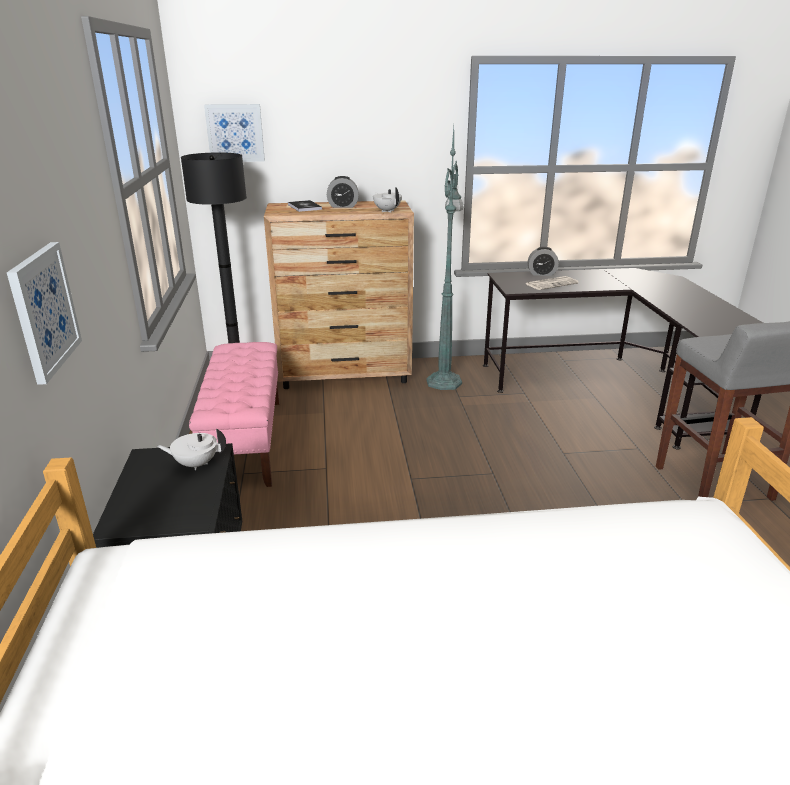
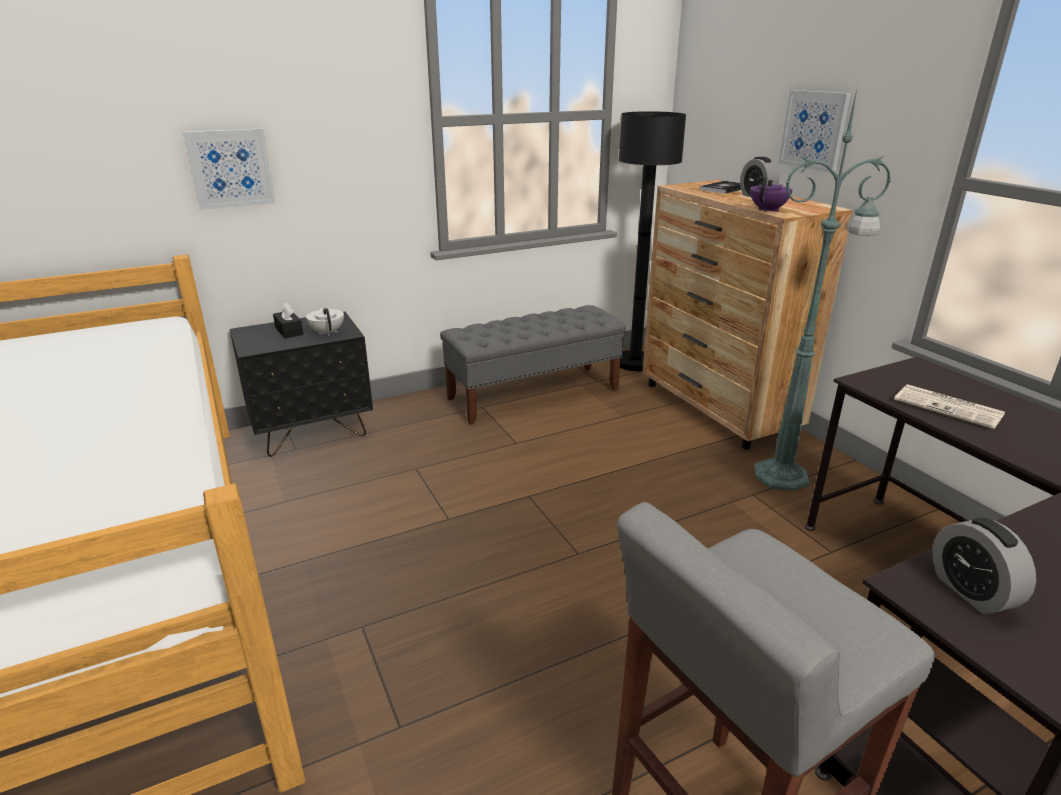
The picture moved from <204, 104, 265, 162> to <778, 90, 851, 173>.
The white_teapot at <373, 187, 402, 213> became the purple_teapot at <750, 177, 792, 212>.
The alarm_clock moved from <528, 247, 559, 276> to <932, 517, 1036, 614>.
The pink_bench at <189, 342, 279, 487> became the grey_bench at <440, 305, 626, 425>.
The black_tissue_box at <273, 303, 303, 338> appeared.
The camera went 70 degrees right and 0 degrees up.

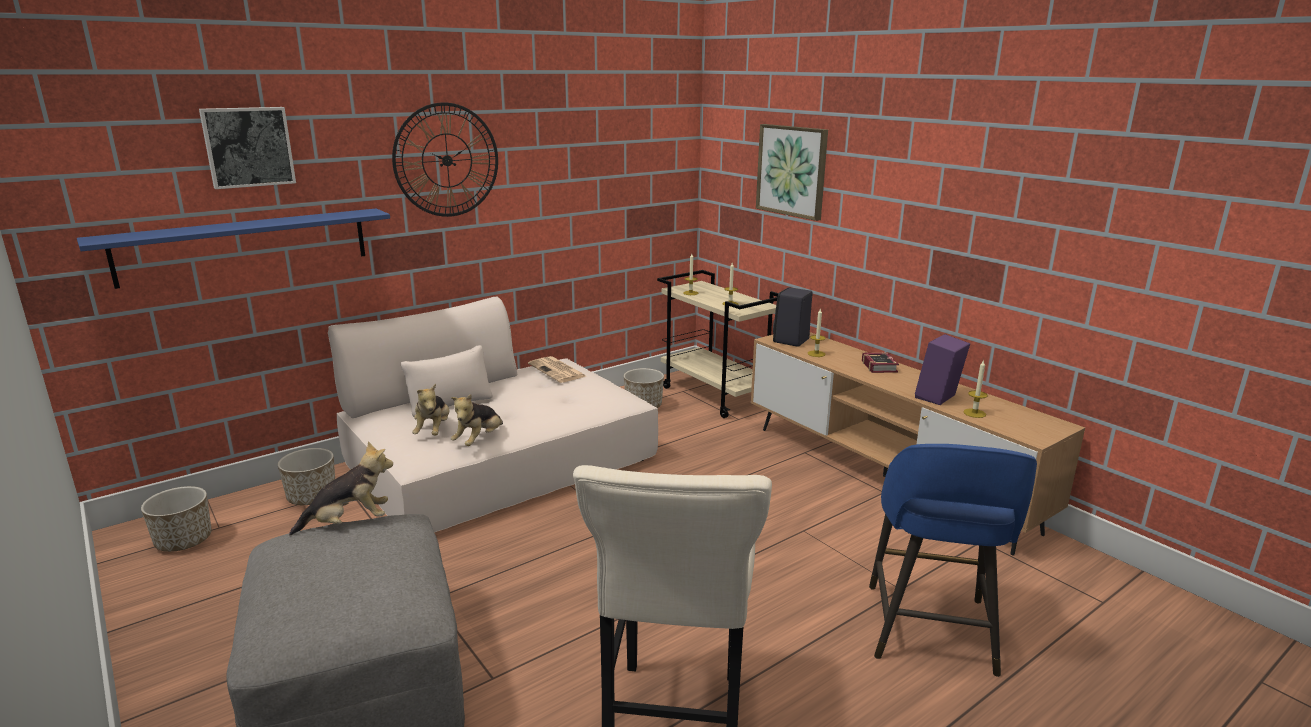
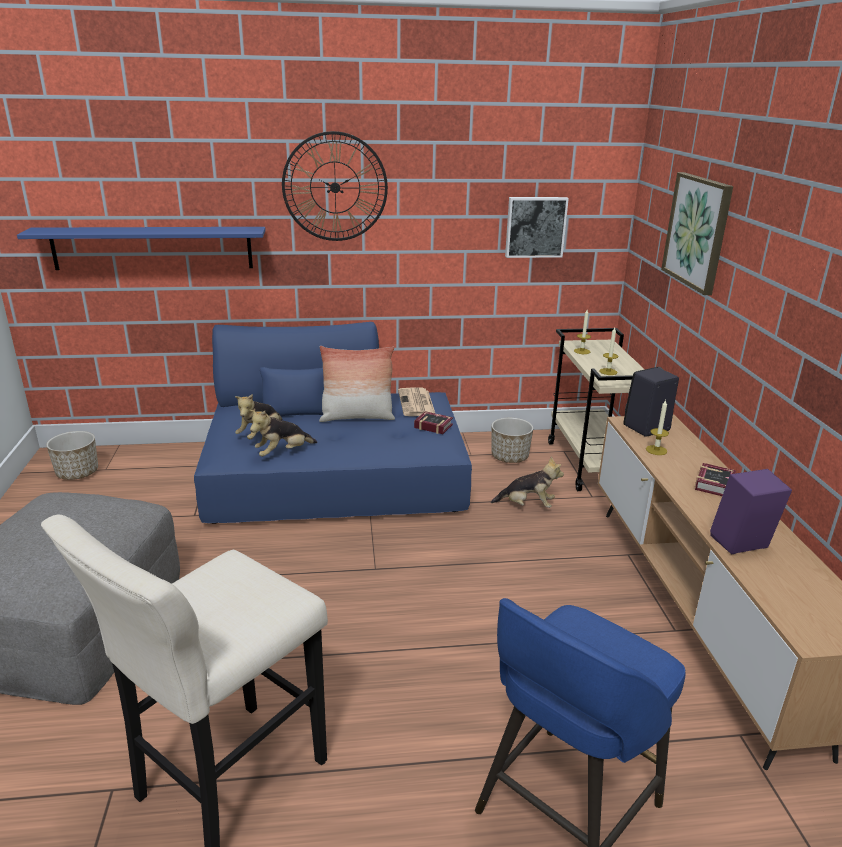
The picture moved from <199, 107, 296, 189> to <505, 197, 569, 258>.
The beige_sofa at <328, 297, 658, 532> became the blue_sofa at <194, 322, 472, 524>.
The candle at <963, 359, 988, 418> disappeared.
The plush_toy moved from <289, 441, 393, 535> to <491, 456, 564, 508>.
The planter at <278, 448, 335, 505> disappeared.
The pillow at <319, 346, 395, 422> appeared.
The book at <414, 411, 453, 434> appeared.
The camera went 30 degrees right and 5 degrees up.

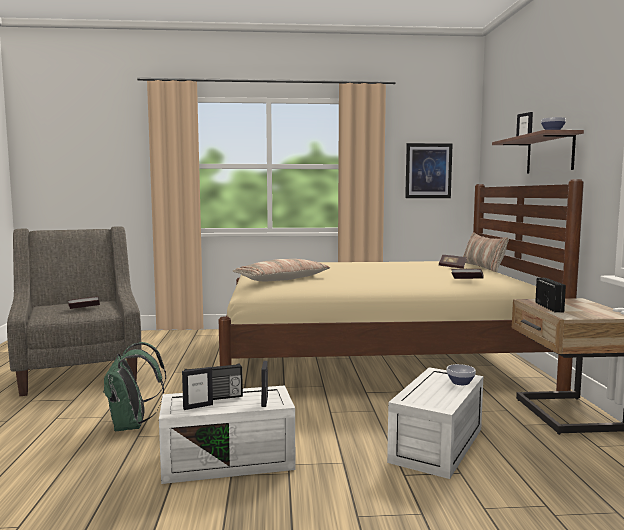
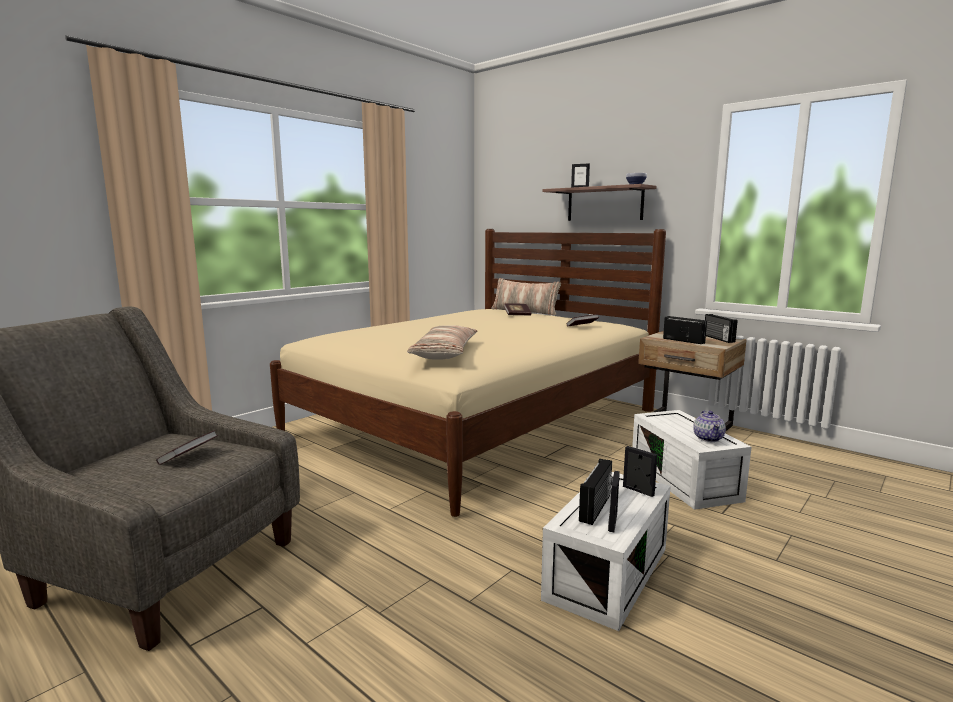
The picture at <405, 143, 453, 198> disappeared.
The green_backpack at <103, 342, 166, 431> disappeared.
The bowl at <447, 364, 476, 385> disappeared.
The radio at <705, 314, 737, 343> appeared.
The teapot at <693, 410, 726, 442> appeared.
The camera went 45 degrees left and 5 degrees up.

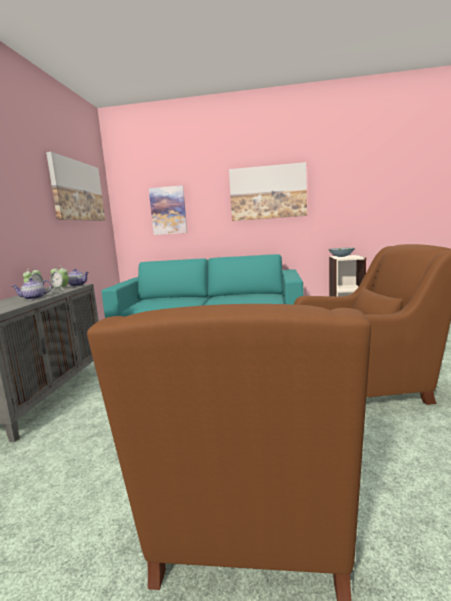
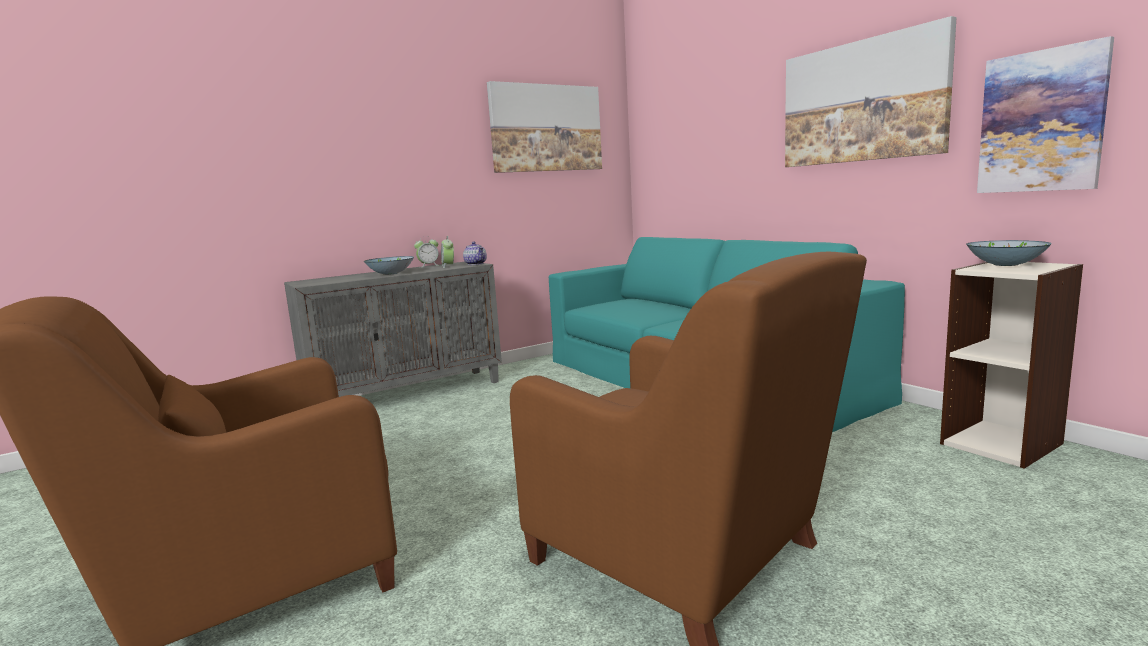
The picture moved from <149, 185, 187, 235> to <977, 36, 1114, 193>.
The teapot at <12, 278, 52, 300> was replaced by the bowl at <364, 256, 414, 275>.
The camera went 50 degrees right and 0 degrees up.

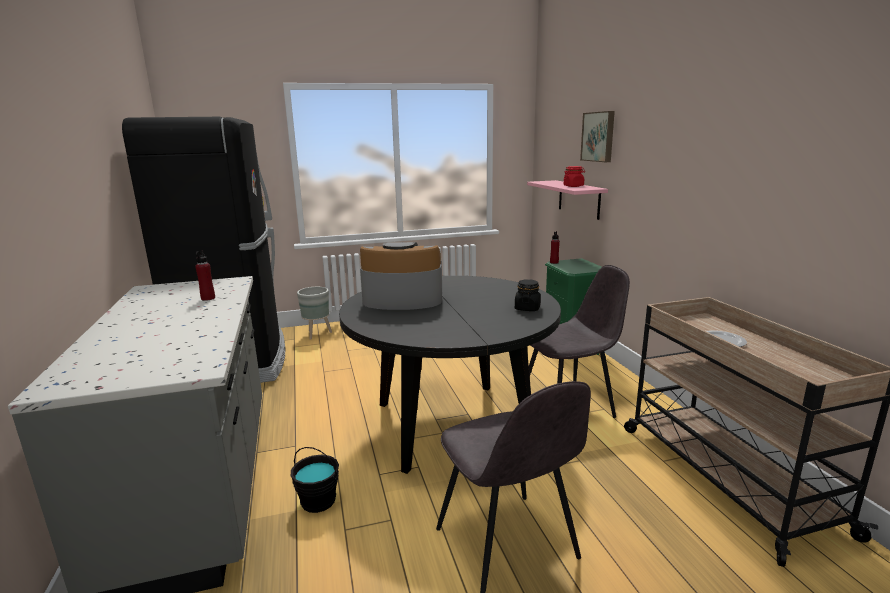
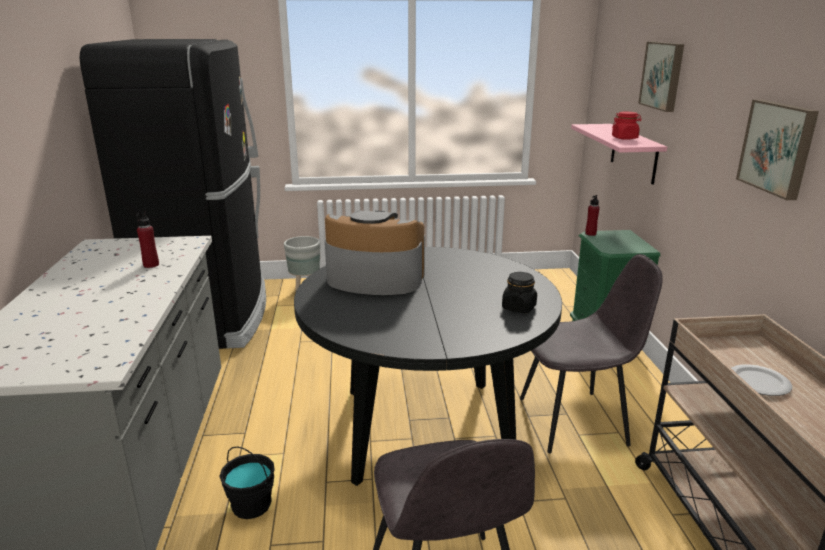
The picture at <736, 99, 819, 200> appeared.
The camera went 10 degrees right and 5 degrees up.

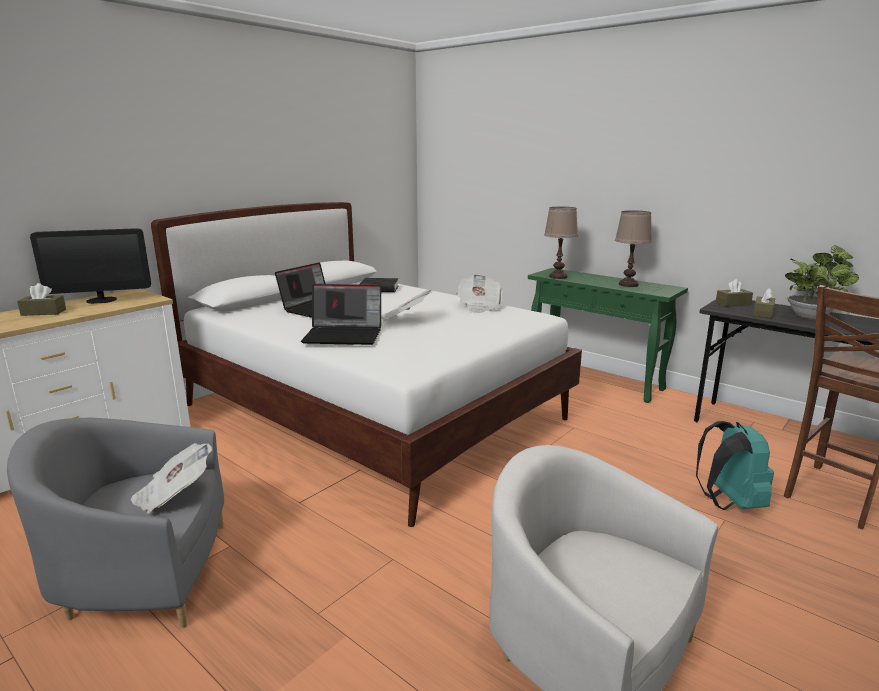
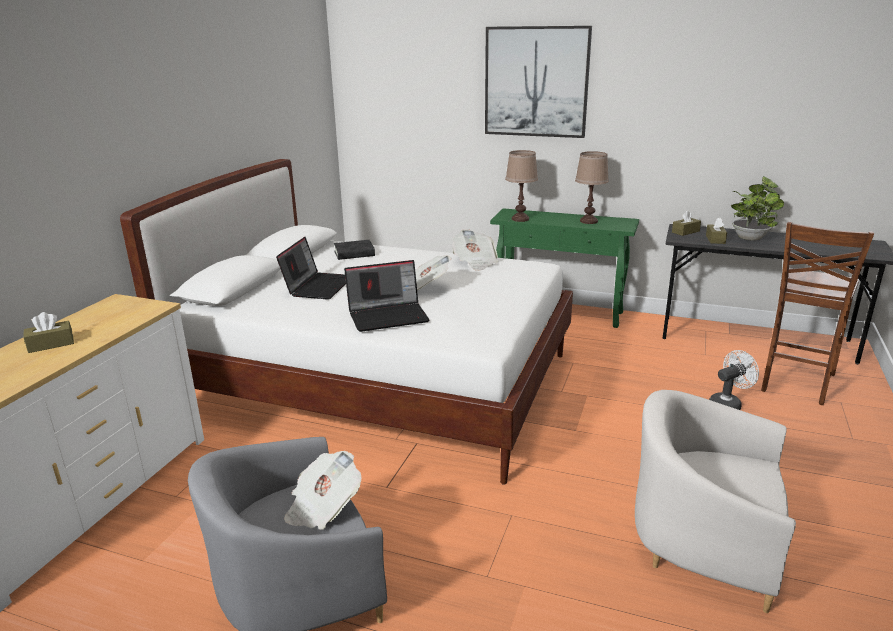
The monitor at <30, 228, 151, 304> disappeared.
The turquoise_backpack at <696, 421, 774, 510> was replaced by the white_fan at <709, 350, 759, 410>.
The picture at <485, 26, 592, 138> appeared.
The camera went 20 degrees left and 5 degrees up.

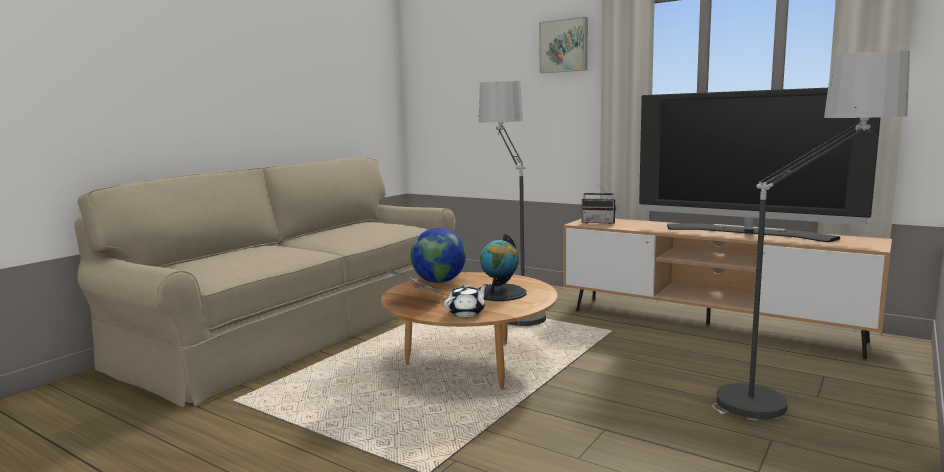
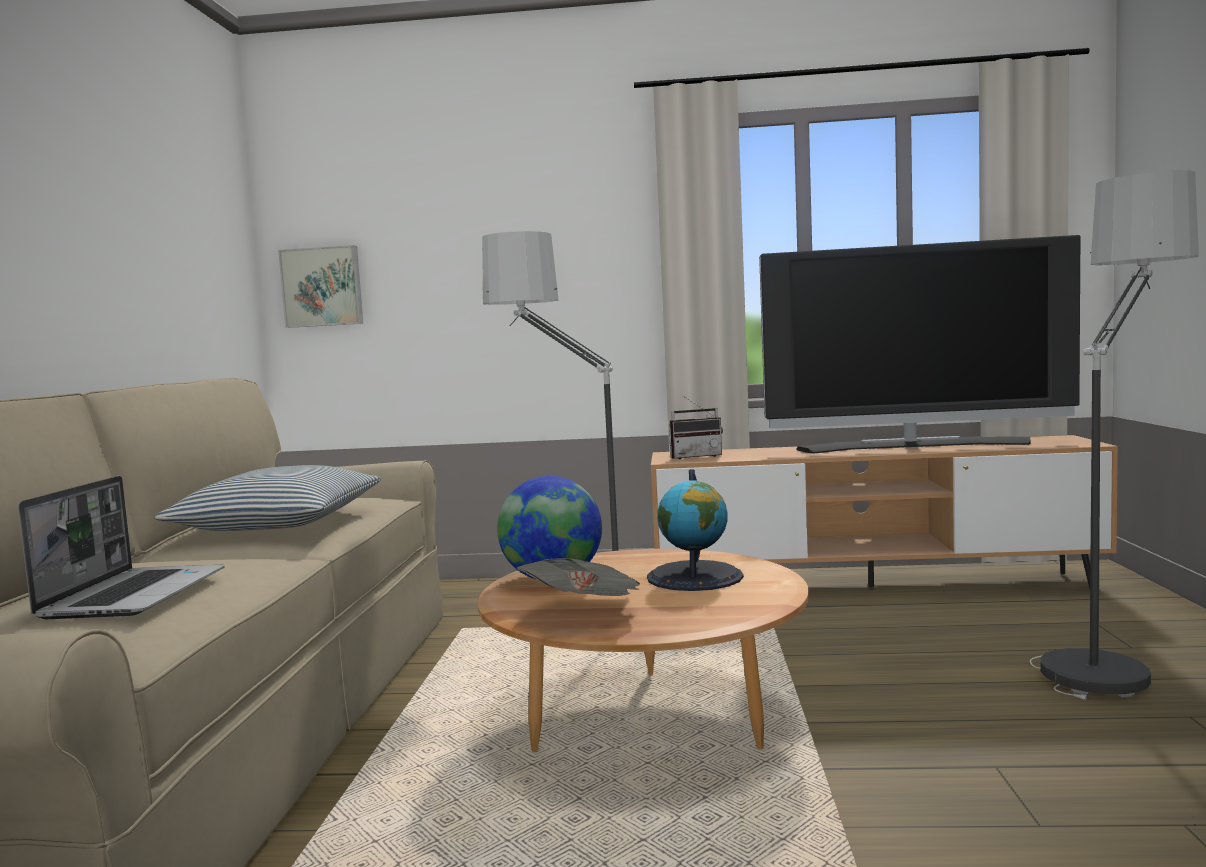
The picture moved from <539, 17, 588, 73> to <278, 245, 363, 328>.
The white_teapot at <444, 284, 487, 317> disappeared.
The pillow at <155, 465, 381, 531> appeared.
The laptop at <18, 476, 225, 619> appeared.
The camera went 30 degrees left and 5 degrees down.

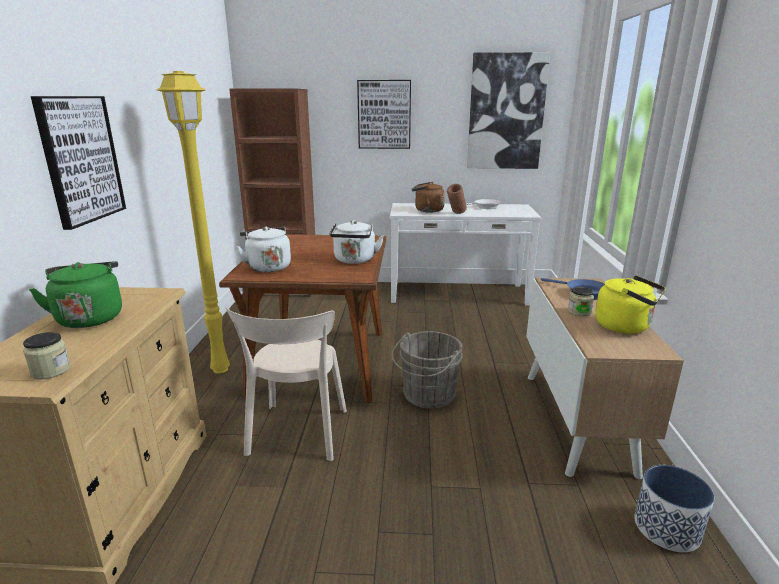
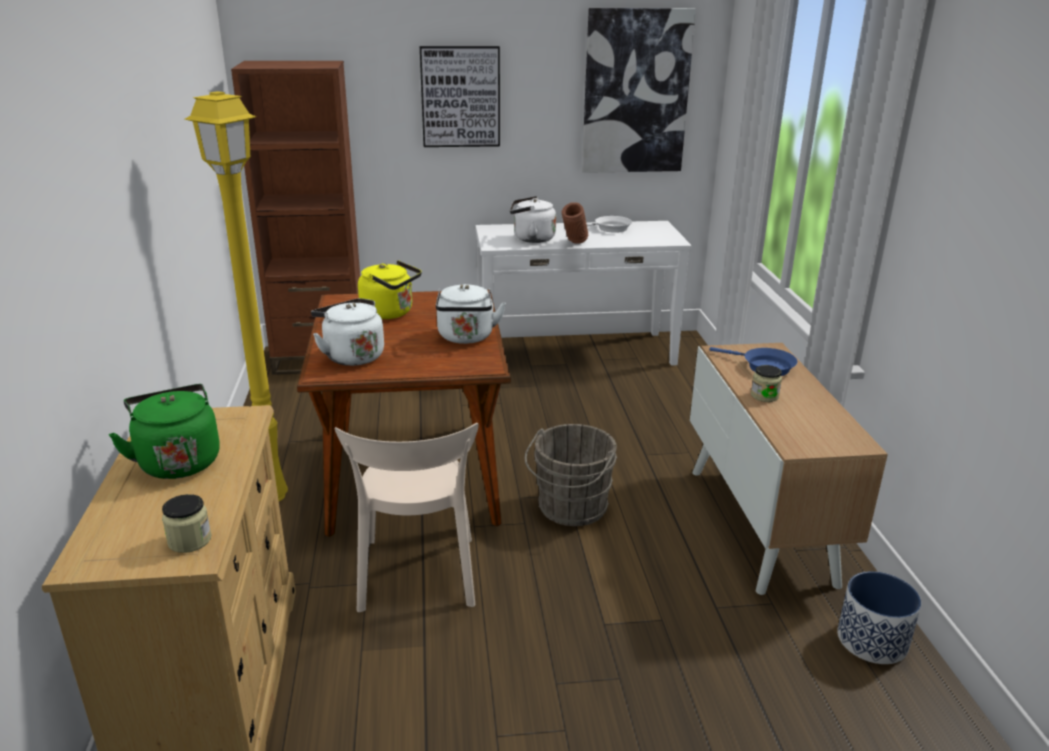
The picture at <31, 96, 126, 230> disappeared.
The brown_kettle at <412, 182, 445, 213> became the white_kettle at <510, 196, 556, 243>.
The yellow_kettle moved from <595, 275, 665, 334> to <358, 260, 421, 319>.
The camera went 10 degrees left and 5 degrees up.

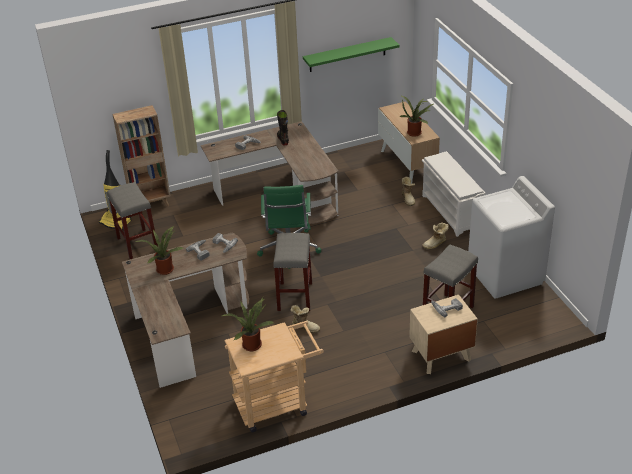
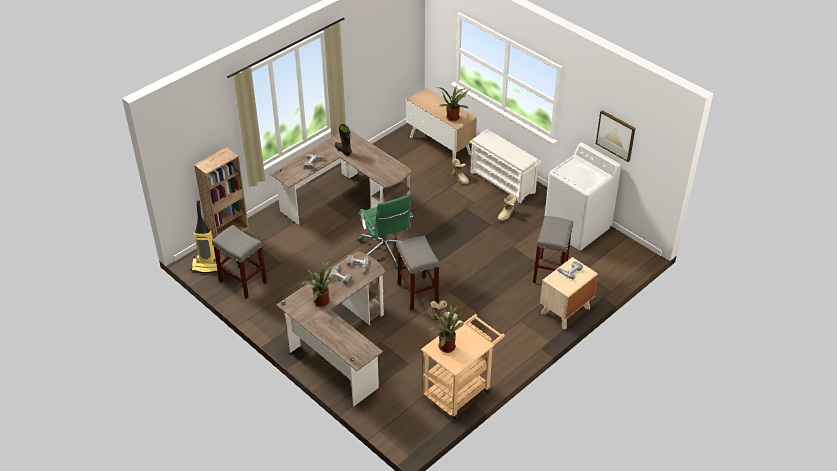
The green_shelf at <303, 37, 399, 72> disappeared.
The picture at <596, 110, 635, 162> appeared.
The camera went 25 degrees left and 5 degrees up.

